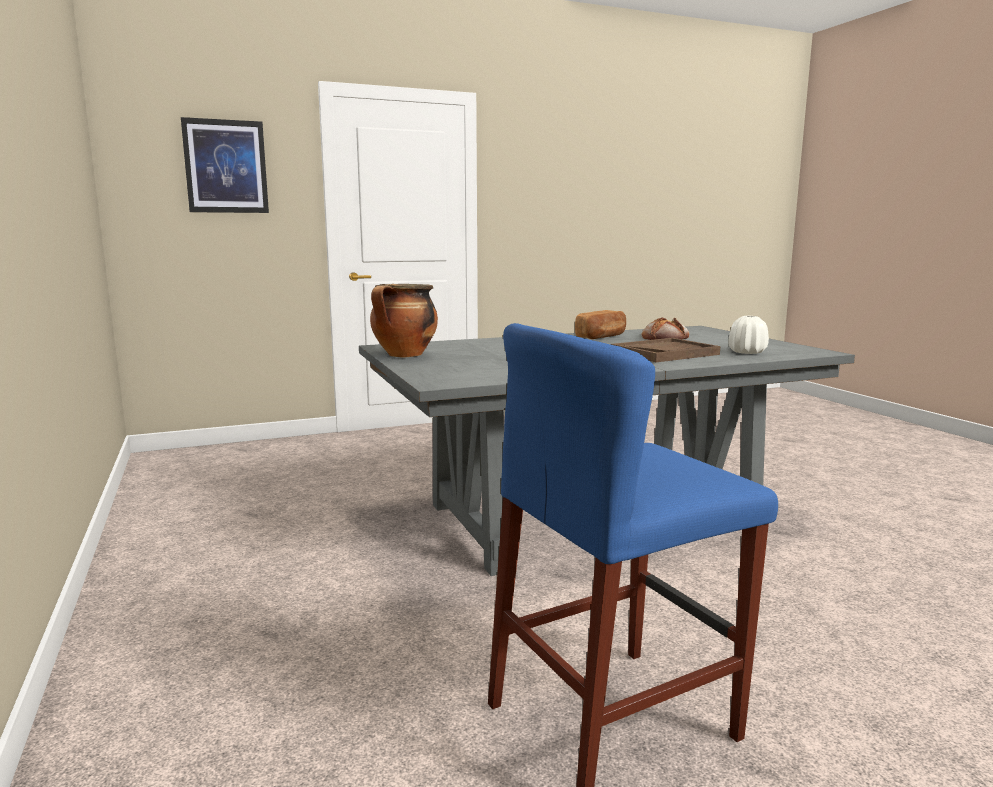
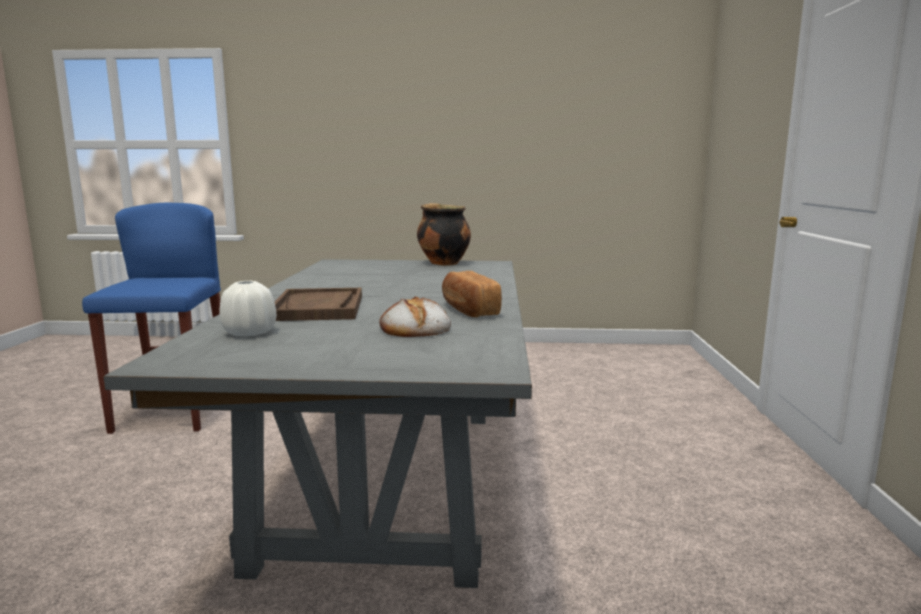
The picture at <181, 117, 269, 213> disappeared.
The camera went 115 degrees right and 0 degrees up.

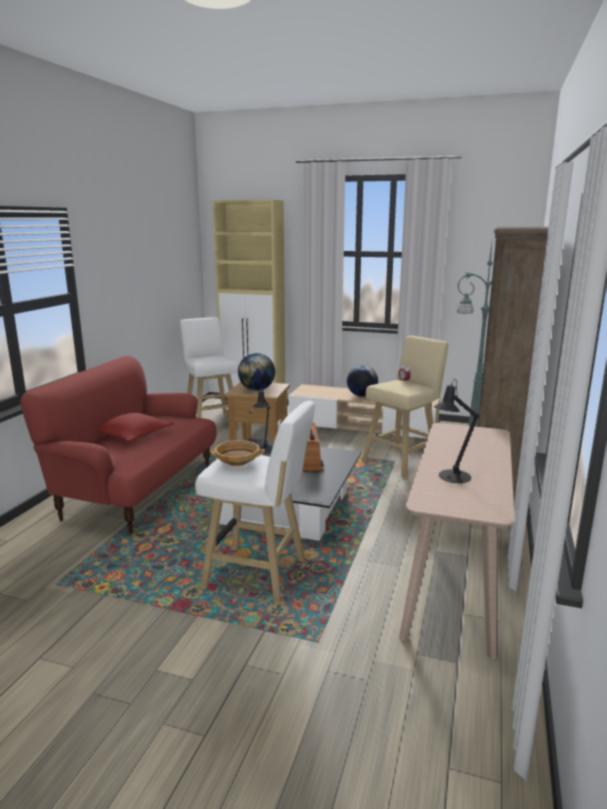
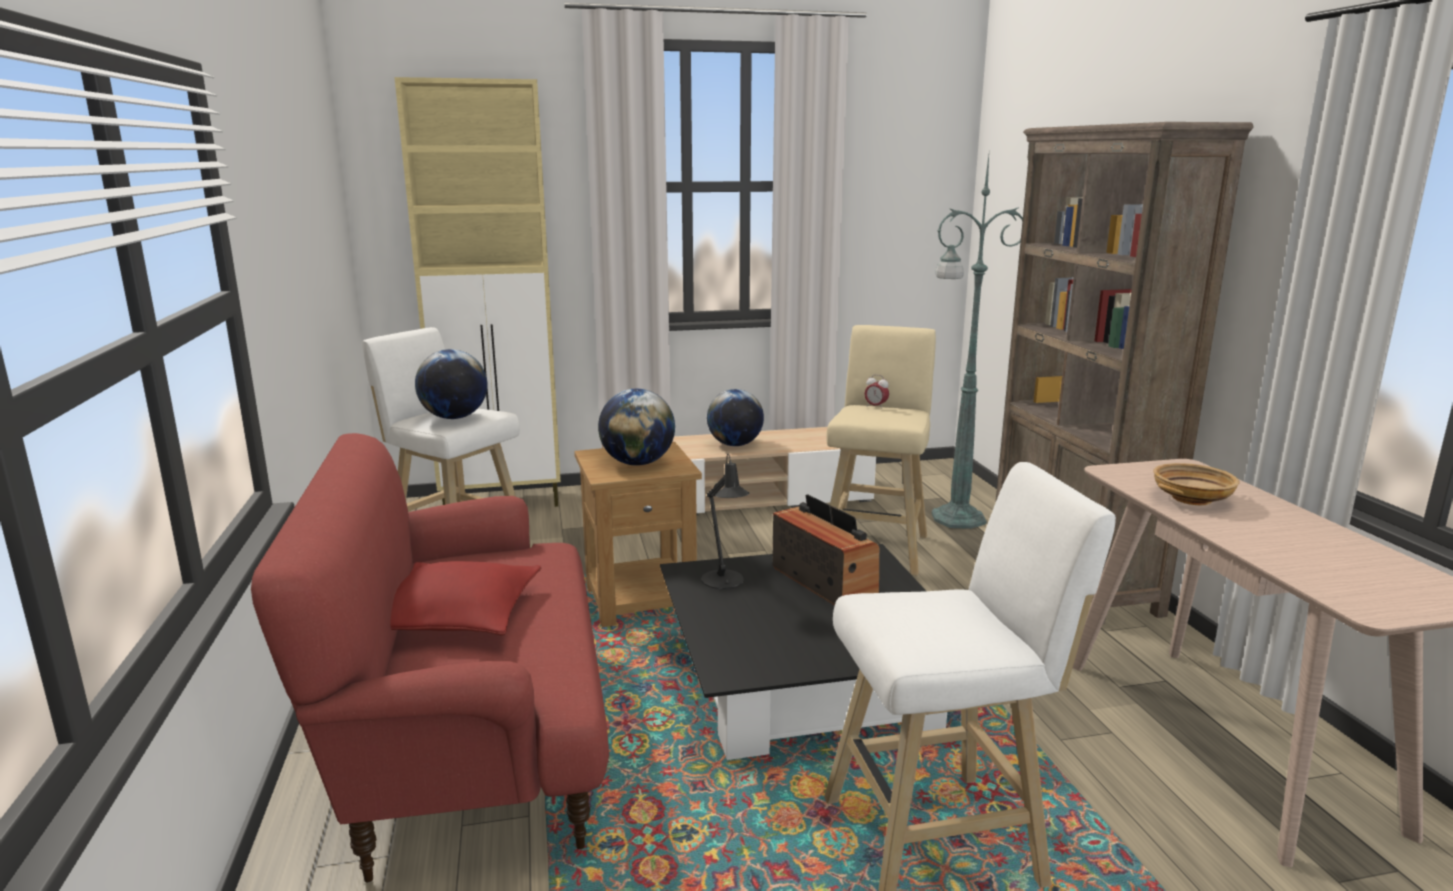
The black_table_lamp at <434, 379, 480, 483> disappeared.
The beige_bowl moved from <210, 440, 265, 466> to <1153, 463, 1239, 505>.
The globe at <415, 349, 487, 419> appeared.
The camera went 30 degrees left and 0 degrees up.

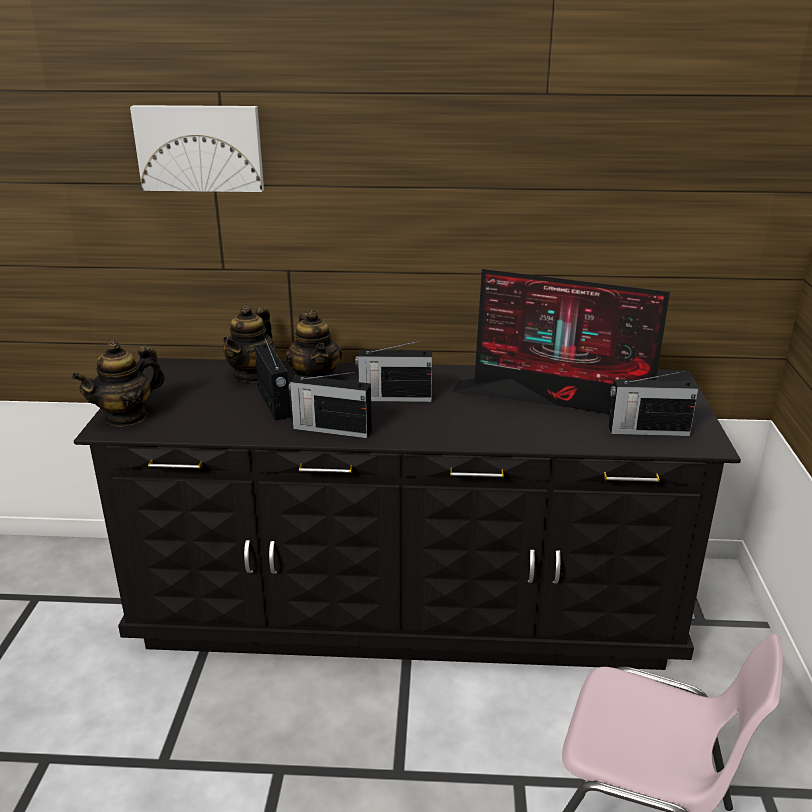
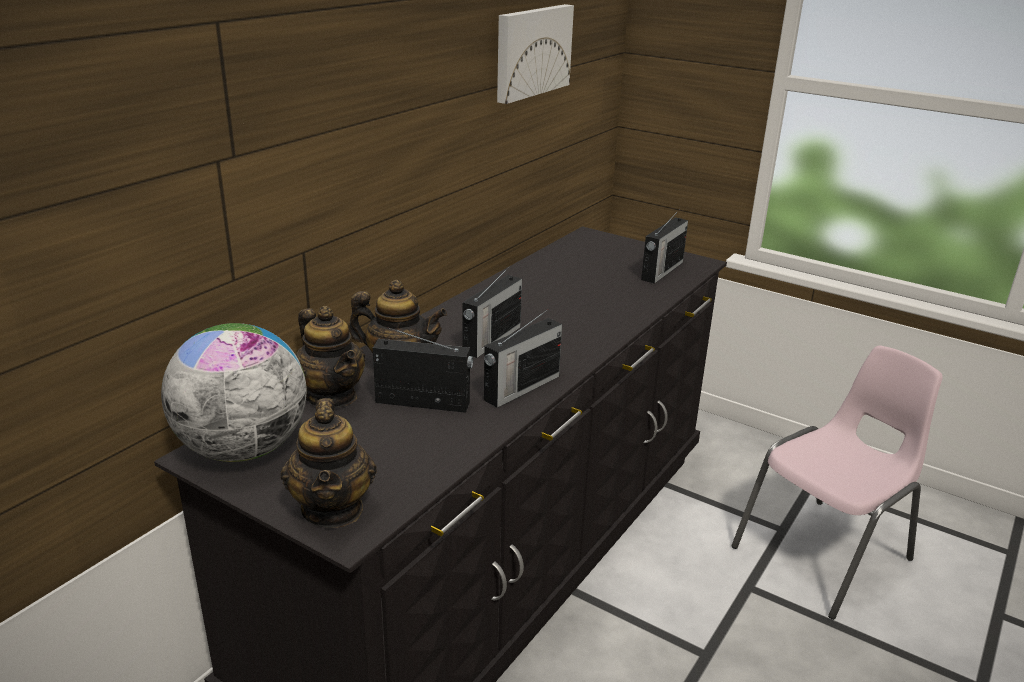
The picture moved from <130, 105, 264, 192> to <497, 4, 574, 104>.
The monitor at <452, 269, 670, 415> disappeared.
The globe at <161, 323, 307, 462> appeared.
The camera went 60 degrees left and 0 degrees up.

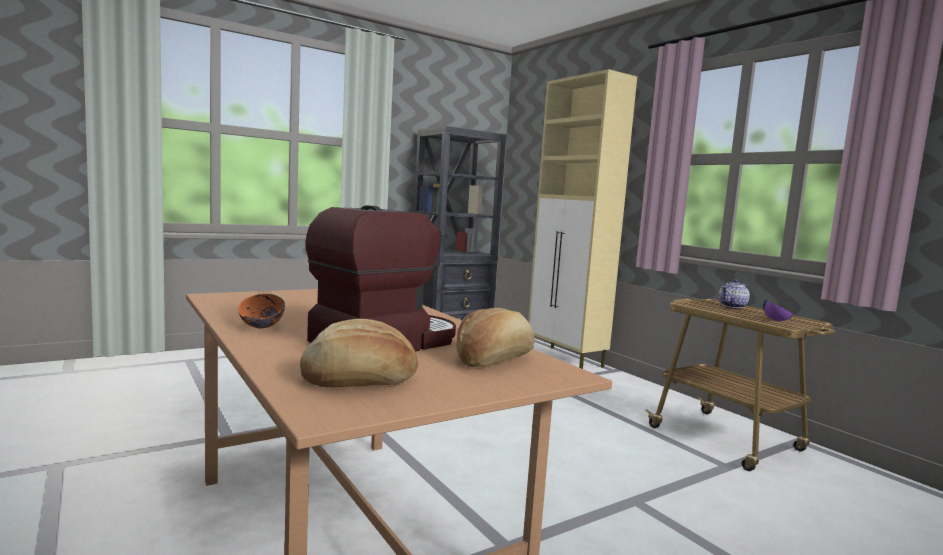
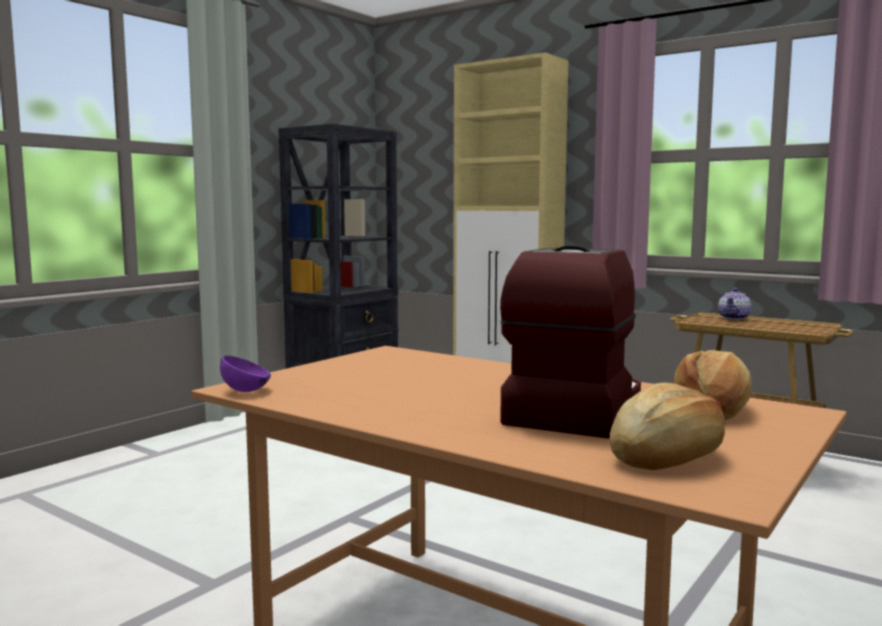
The orange_bowl at <238, 294, 285, 328> disappeared.
The purple_bowl moved from <763, 299, 794, 321> to <220, 355, 271, 392>.
The camera went 20 degrees left and 0 degrees up.

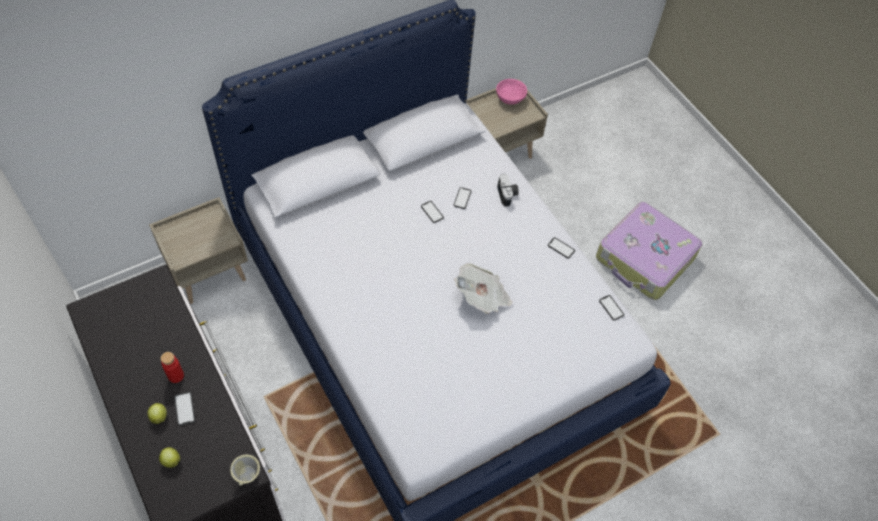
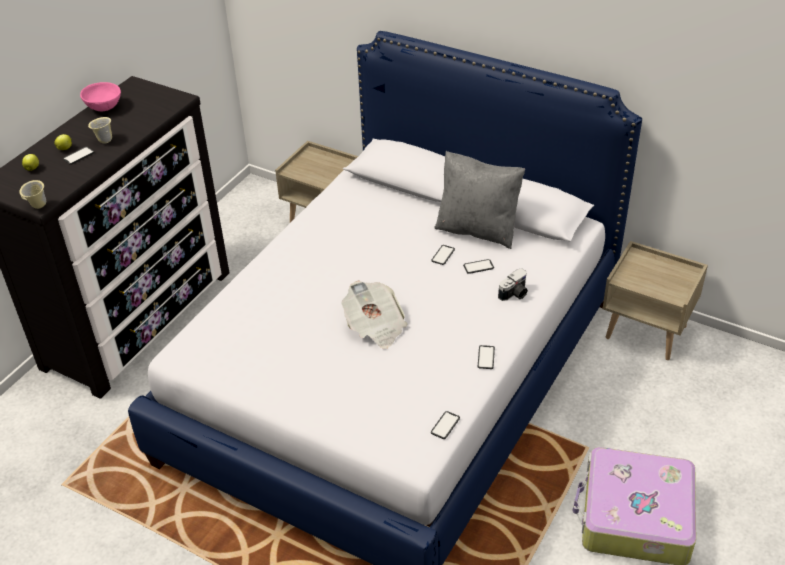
The pink_bowl moved from <496, 79, 527, 105> to <80, 82, 121, 111>.
The red_bottle at <161, 352, 184, 383> was replaced by the beige_mug at <88, 117, 112, 144>.
The grey_pillow at <434, 151, 525, 249> appeared.
The camera went 65 degrees right and 15 degrees down.

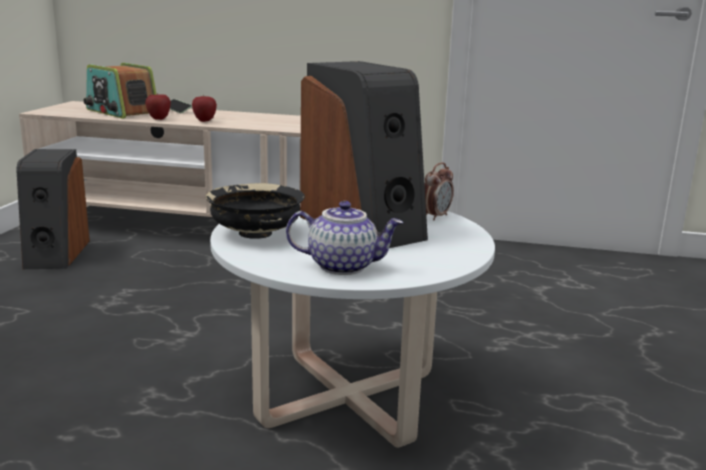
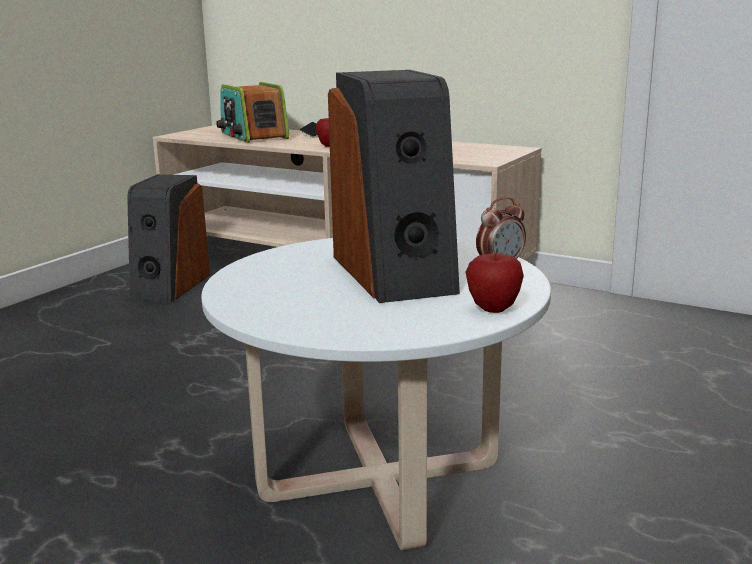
The apple moved from <145, 94, 171, 120> to <466, 253, 524, 313>.
The black_bowl at <206, 183, 305, 239> disappeared.
The teapot at <286, 201, 404, 275> disappeared.
The camera went 20 degrees right and 0 degrees up.

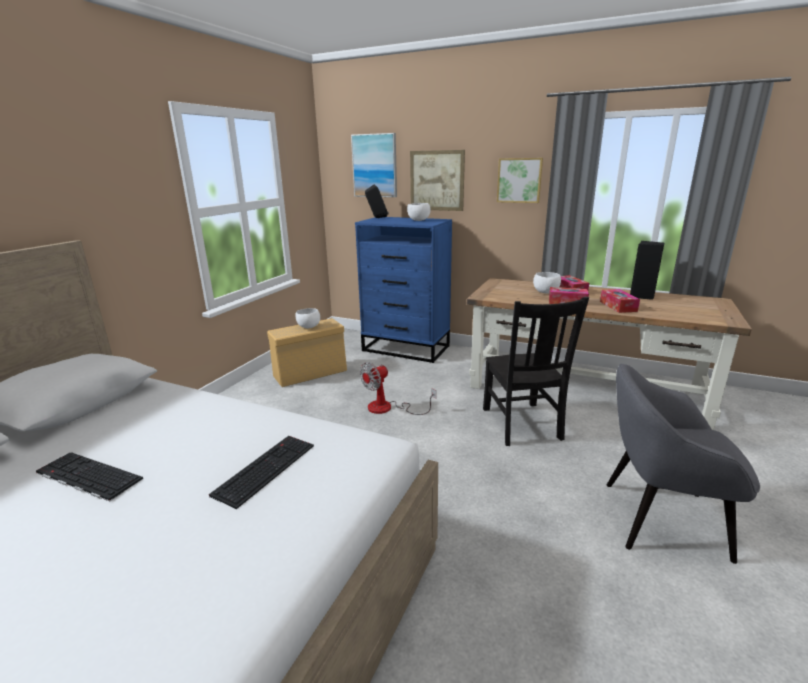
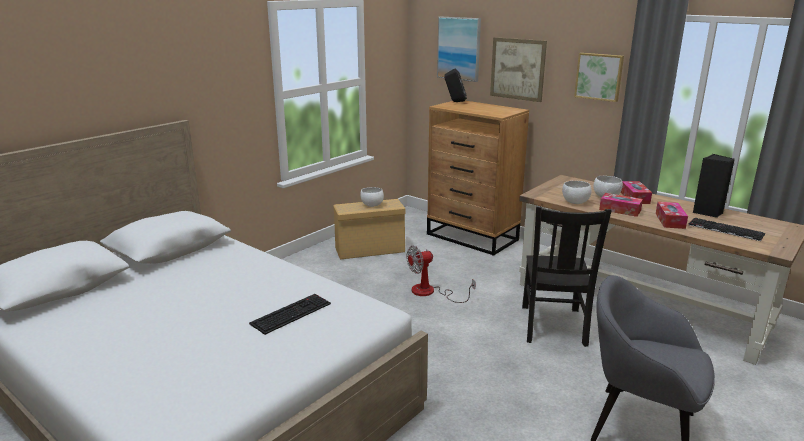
The white_bowl moved from <407, 203, 431, 221> to <562, 181, 592, 204>.
The blue_dresser at <355, 217, 452, 363> became the brown_dresser at <427, 101, 529, 256>.
The keyboard moved from <36, 452, 143, 501> to <688, 218, 765, 241>.
The camera went 15 degrees right and 0 degrees up.

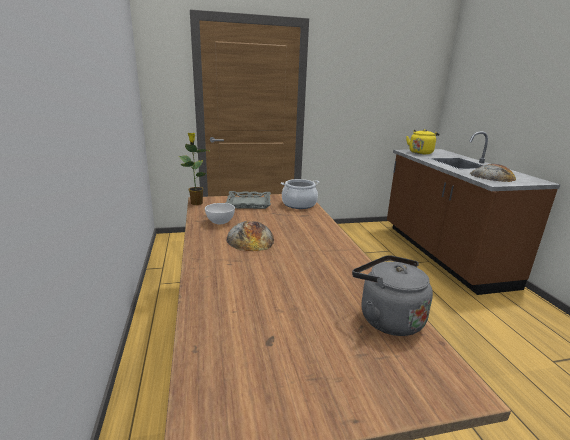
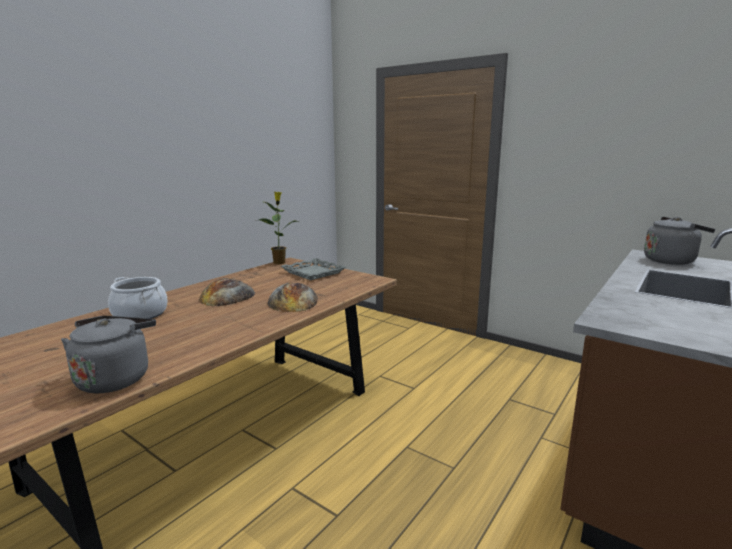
The yellow_kettle at <406, 129, 440, 154> became the grey_kettle at <644, 217, 715, 265>.
The bread moved from <470, 164, 516, 182> to <268, 283, 318, 312>.
The cooking_pot moved from <281, 179, 319, 209> to <108, 277, 168, 319>.
The white_bowl at <205, 203, 235, 224> disappeared.
The camera went 50 degrees right and 5 degrees down.

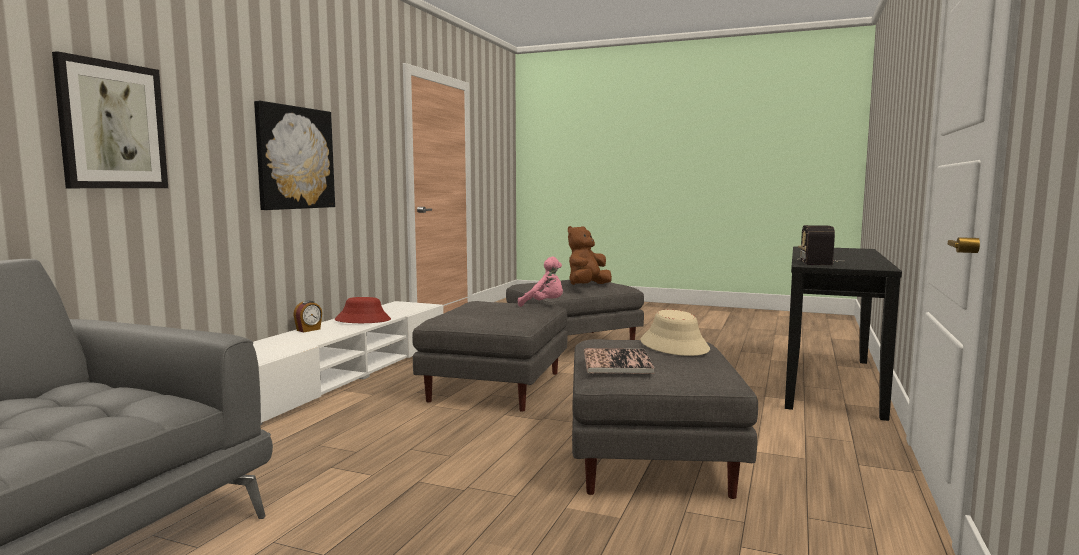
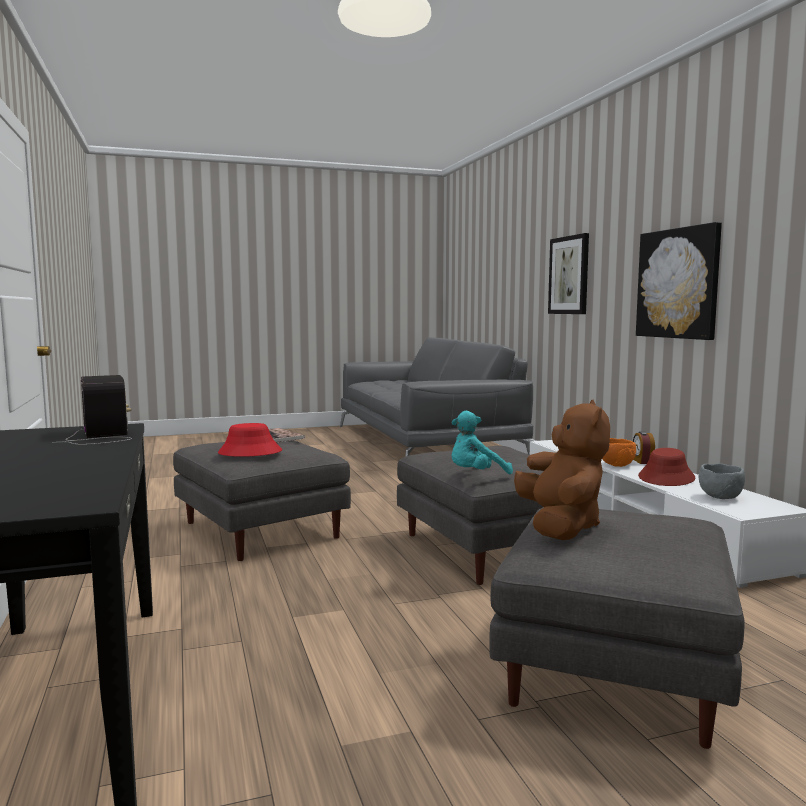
The pink_plush_toy at <518, 257, 563, 307> became the turquoise_plush_toy at <452, 411, 513, 475>.
The beige_hat at <640, 310, 710, 356> became the red_hat at <218, 423, 282, 457>.
The orange_bowl at <602, 438, 636, 467> appeared.
The grey_bowl at <699, 463, 745, 499> appeared.
The camera went 140 degrees right and 0 degrees up.

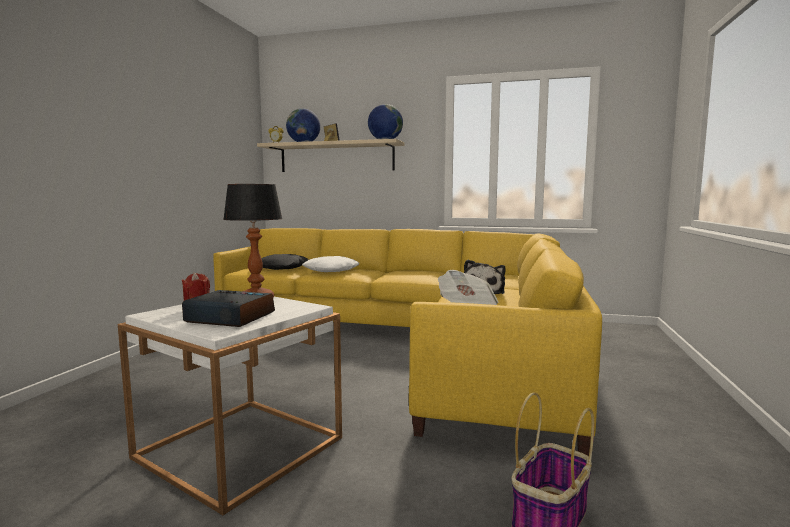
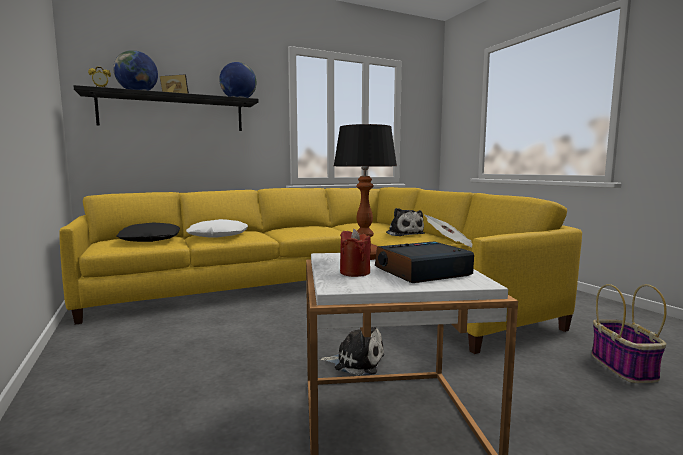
The beige_shelf at <257, 139, 405, 172> became the black_shelf at <73, 85, 259, 131>.
The plush_toy at <319, 327, 384, 375> appeared.
The camera went 40 degrees left and 0 degrees up.

